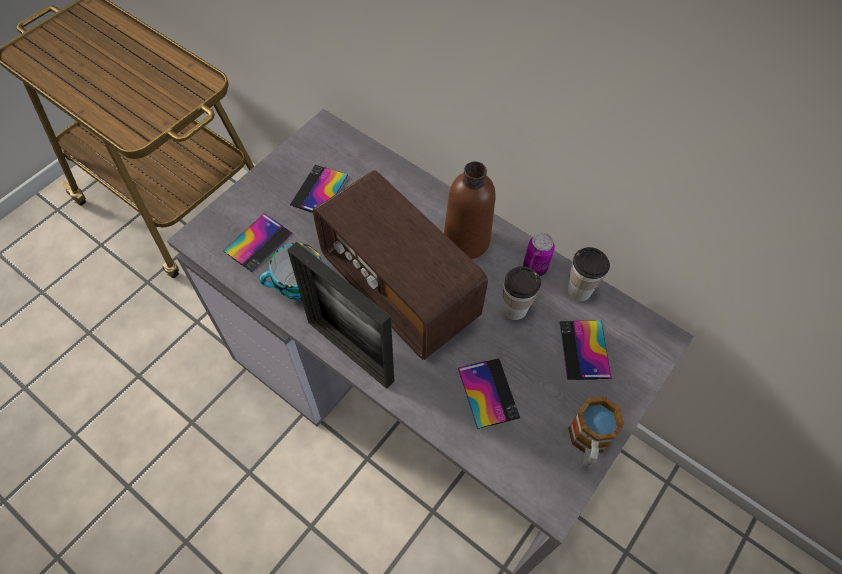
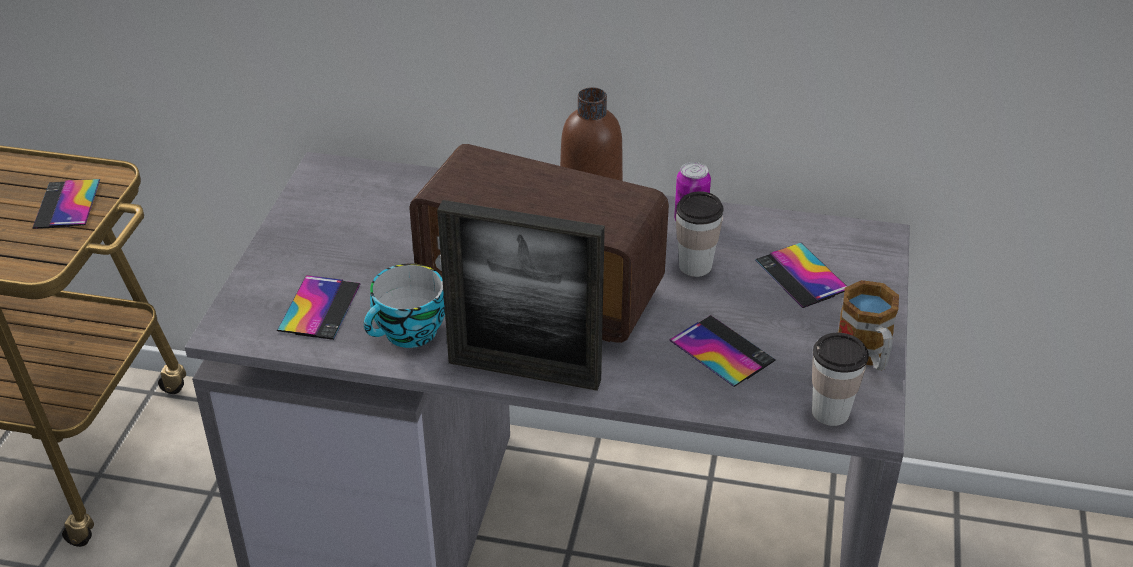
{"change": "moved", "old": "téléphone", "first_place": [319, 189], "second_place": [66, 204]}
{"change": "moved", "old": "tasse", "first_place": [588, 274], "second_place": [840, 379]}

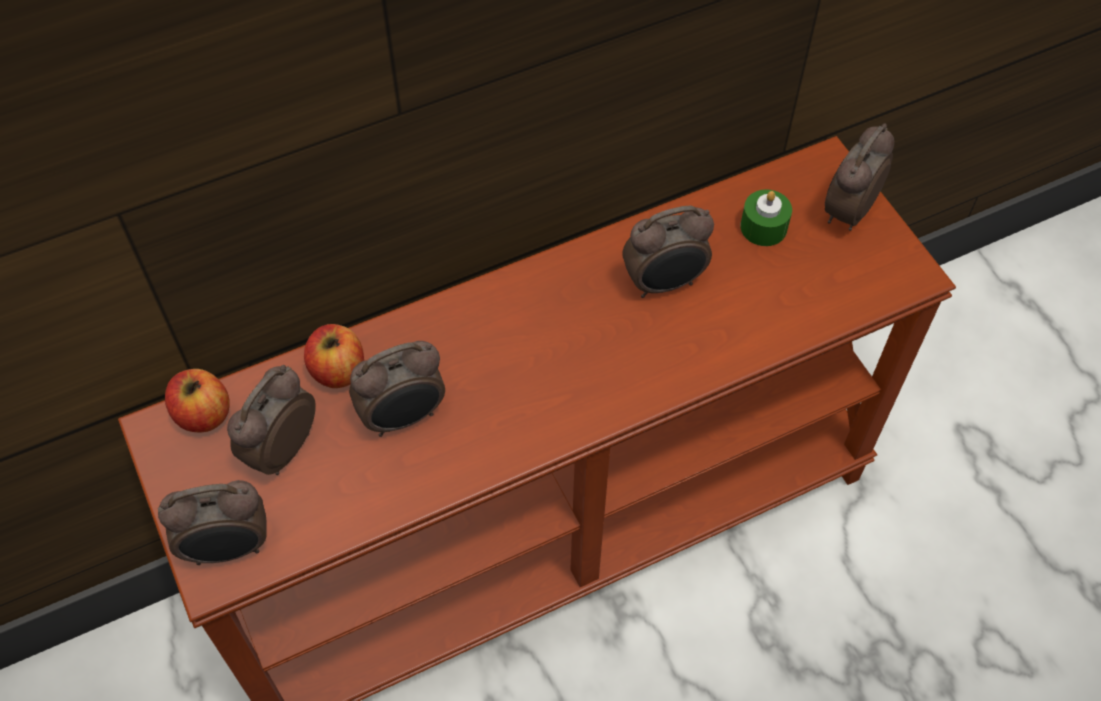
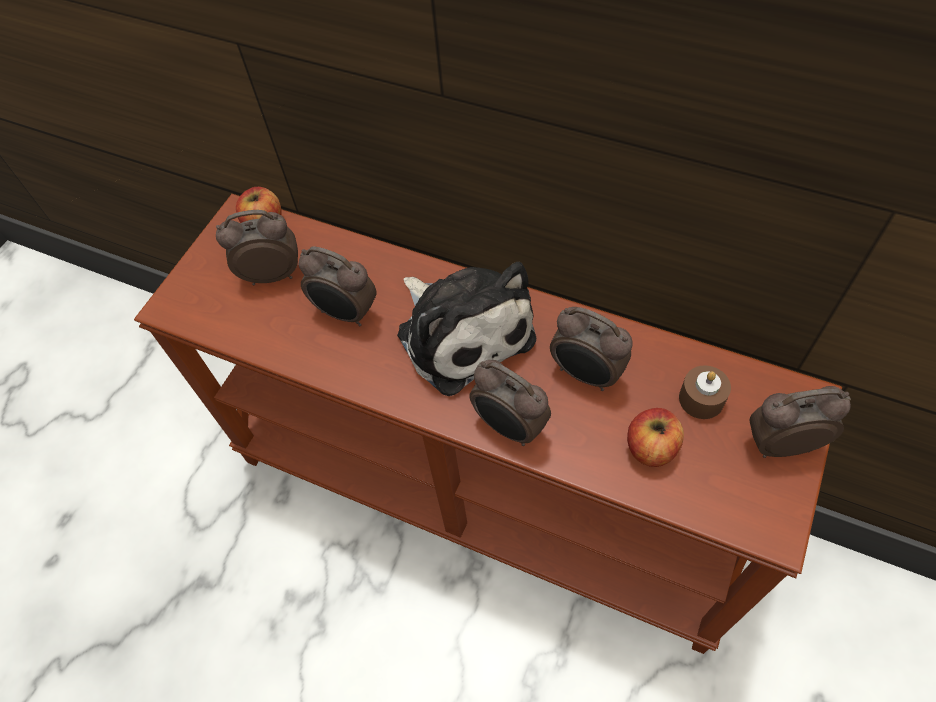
{"change": "moved", "old": "réveil", "first_place": [212, 522], "second_place": [510, 403]}
{"change": "moved", "old": "pomme", "first_place": [334, 356], "second_place": [655, 437]}
{"change": "recoloured", "old": "bougie [vert]", "new": "bougie [marron]", "first_place": [766, 217], "second_place": [705, 392]}
{"change": "added", "new": "peluche", "second_place": [466, 329]}

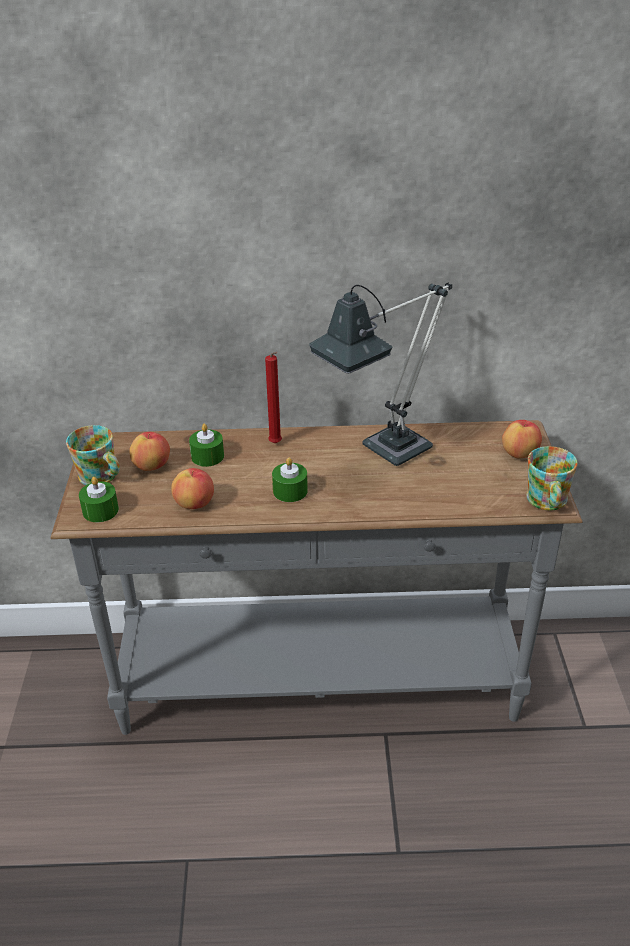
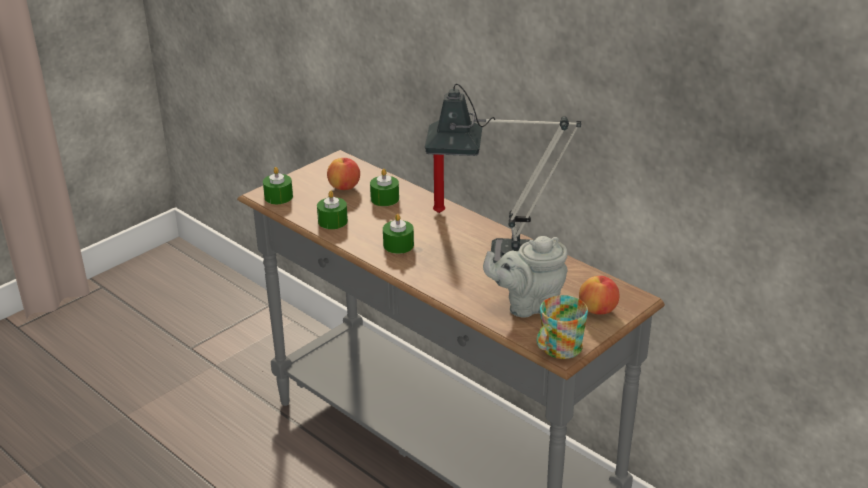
{"change": "removed", "old": "mug", "first_place": [93, 455]}
{"change": "replaced", "old": "pomme", "new": "bougie [vert]", "first_place": [192, 488], "second_place": [332, 210]}
{"change": "added", "new": "théière [gris]", "second_place": [525, 277]}

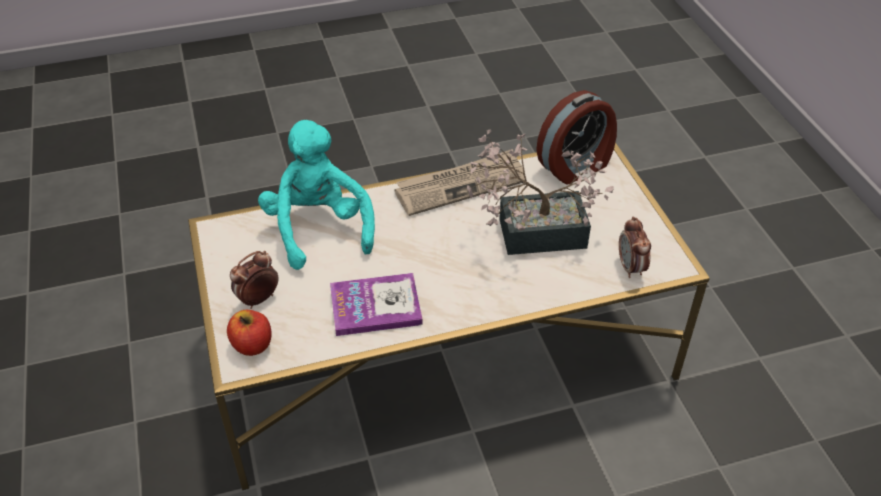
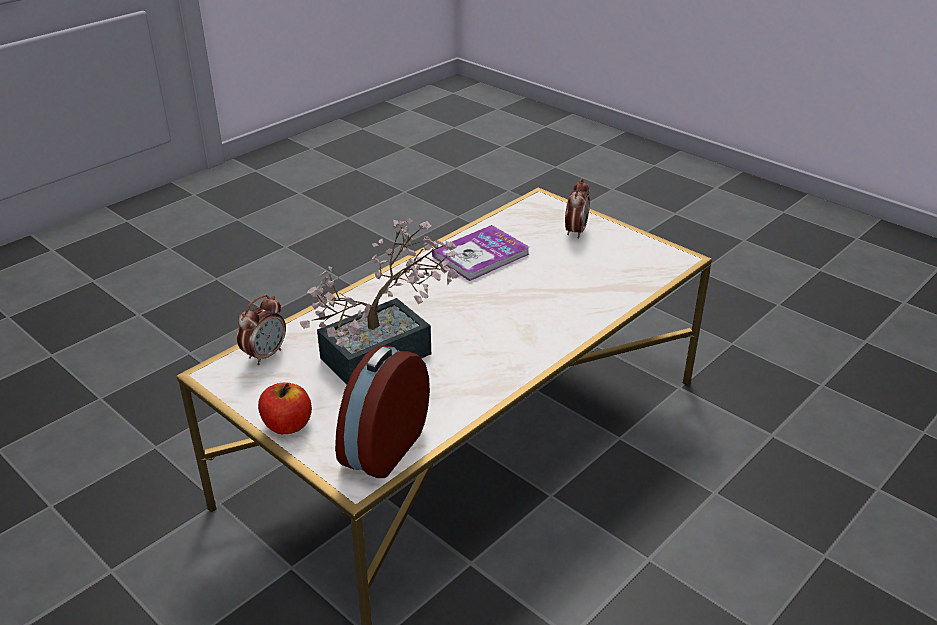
{"change": "moved", "old": "pomme", "first_place": [249, 333], "second_place": [285, 408]}
{"change": "removed", "old": "peluche [turquoise]", "first_place": [316, 195]}
{"change": "removed", "old": "journal", "first_place": [460, 182]}
{"change": "turned", "old": "réveil", "first_place": [635, 247], "second_place": [261, 330], "degrees": 75}

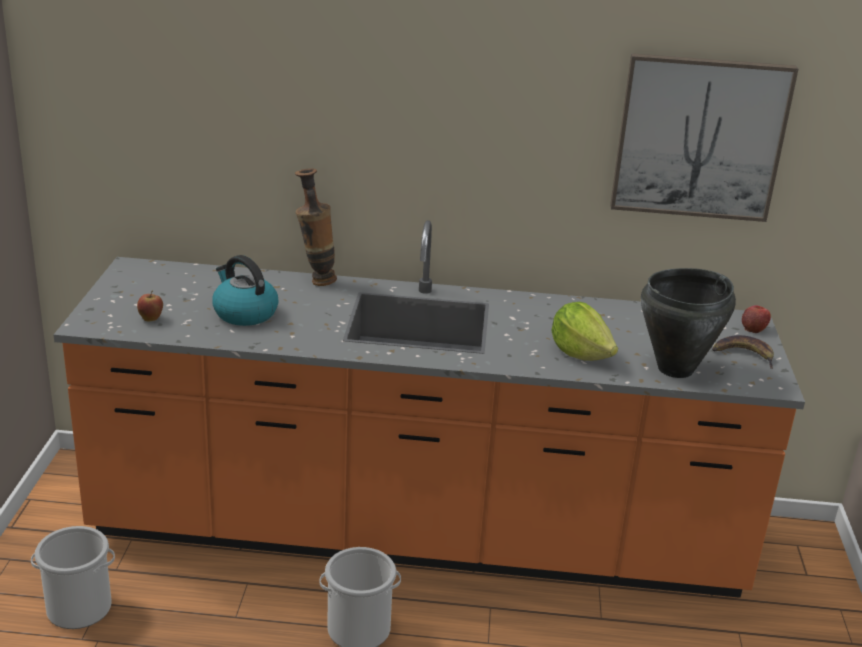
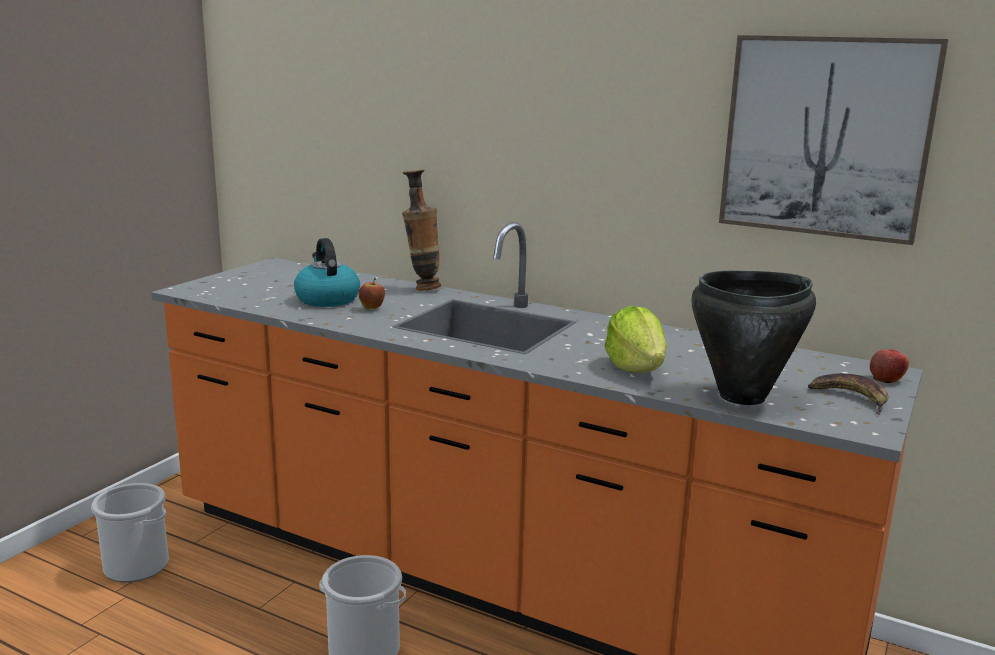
{"change": "moved", "old": "pomme", "first_place": [150, 305], "second_place": [372, 294]}

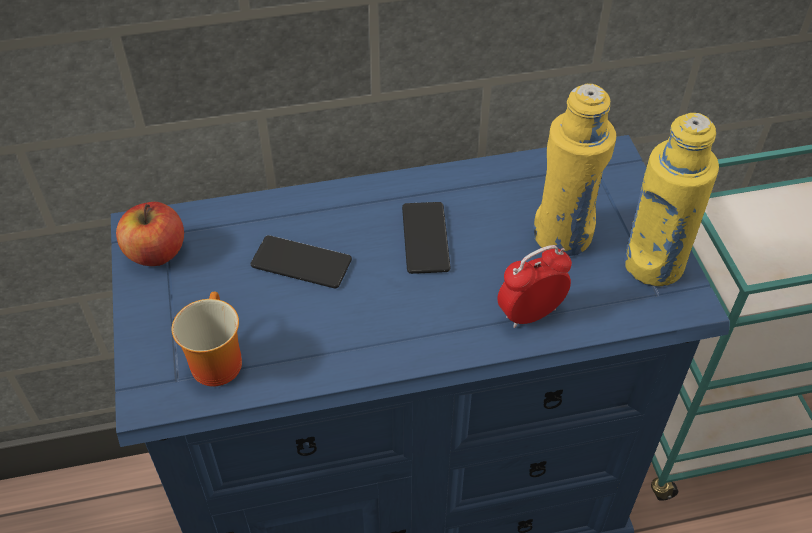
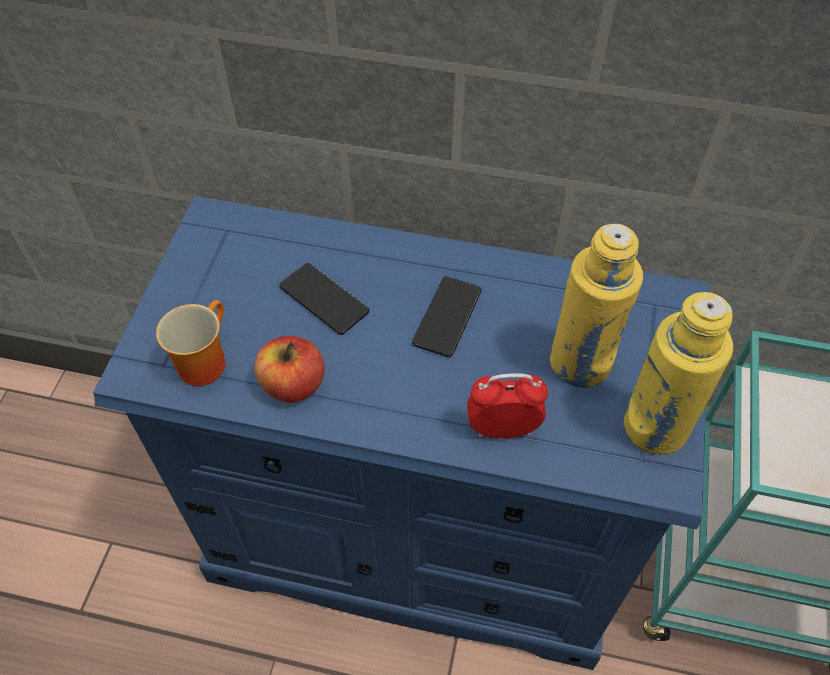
{"change": "moved", "old": "pomme", "first_place": [150, 234], "second_place": [289, 369]}

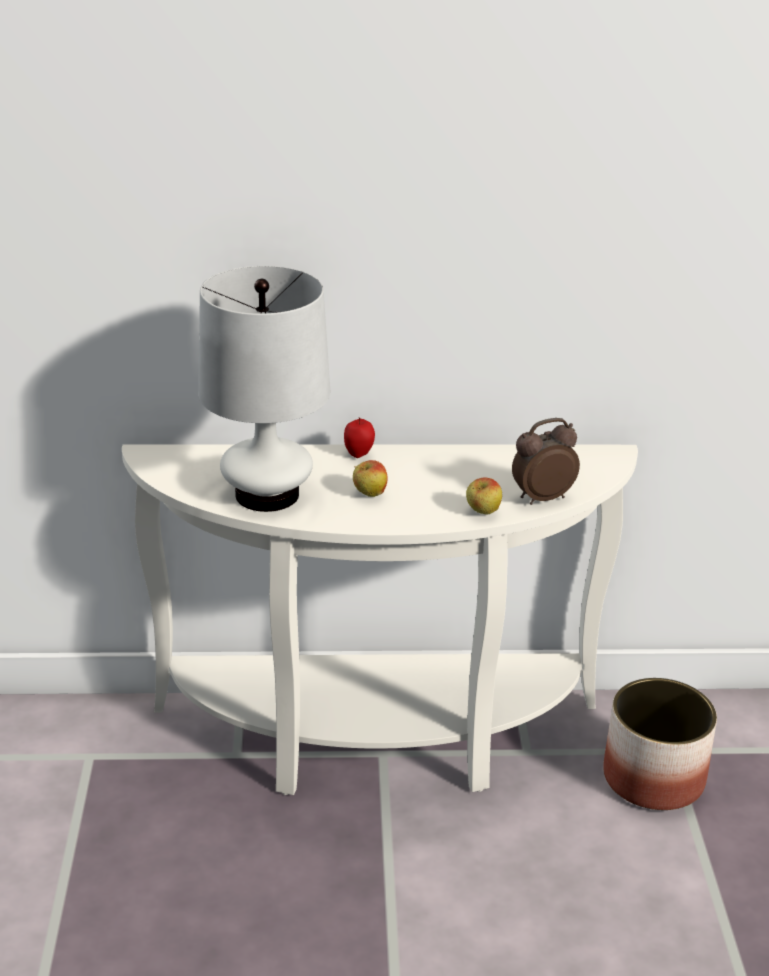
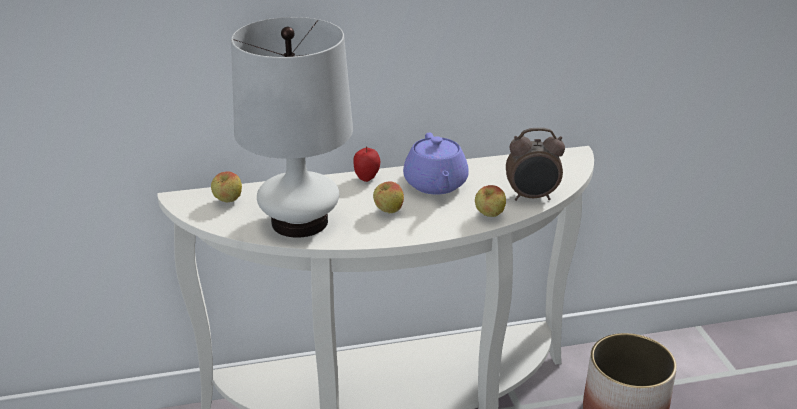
{"change": "turned", "old": "réveil", "first_place": [546, 461], "second_place": [535, 164], "degrees": -150}
{"change": "added", "new": "pomme", "second_place": [226, 187]}
{"change": "added", "new": "théière [violet]", "second_place": [436, 164]}

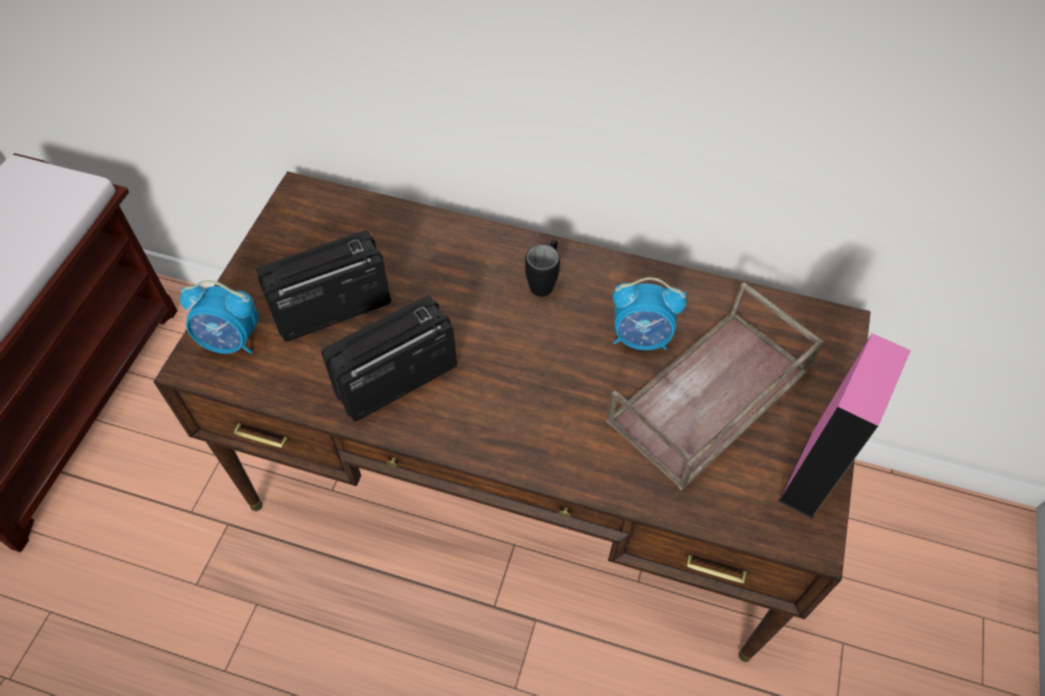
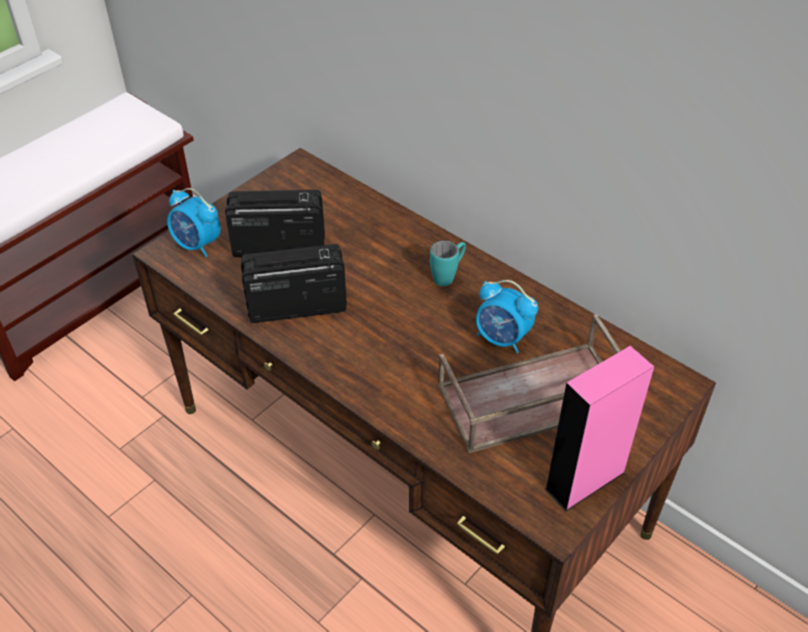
{"change": "recoloured", "old": "mug [noir]", "new": "mug [turquoise]", "first_place": [542, 268], "second_place": [448, 263]}

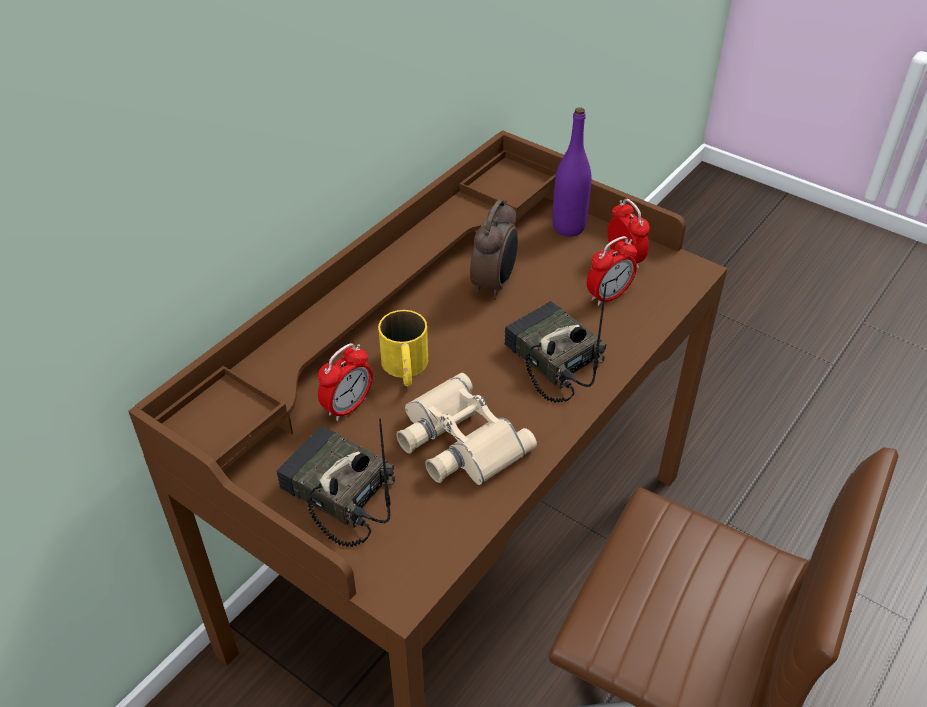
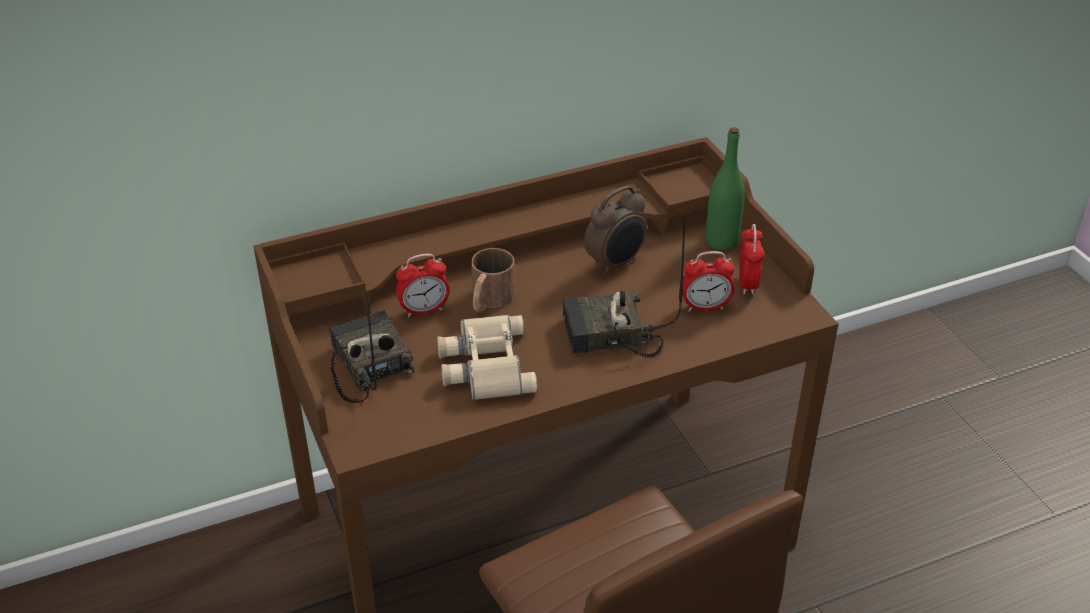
{"change": "recoloured", "old": "mug [jaune]", "new": "mug [marron]", "first_place": [403, 348], "second_place": [493, 280]}
{"change": "turned", "old": "radio", "first_place": [556, 342], "second_place": [624, 289], "degrees": -90}
{"change": "recoloured", "old": "bouteille [violet]", "new": "bouteille [vert]", "first_place": [571, 171], "second_place": [725, 188]}

